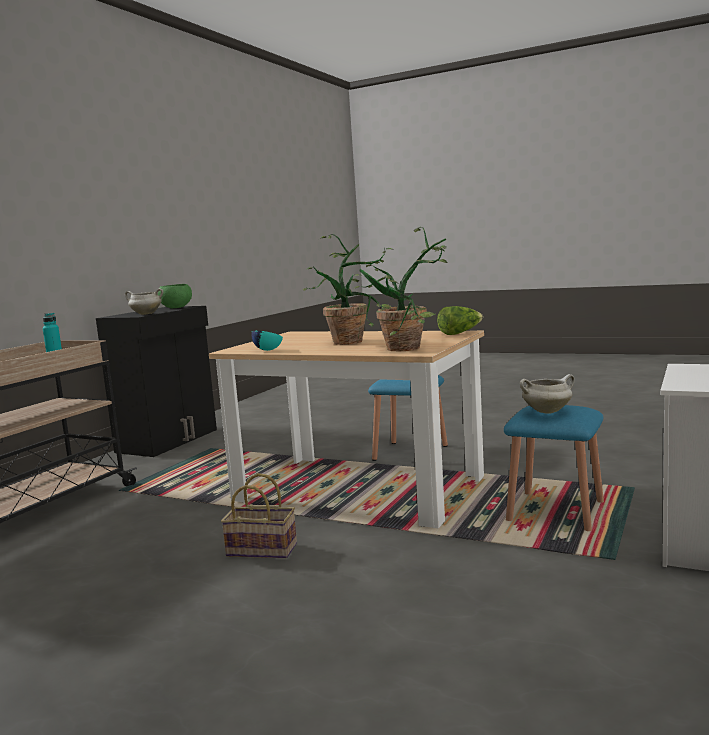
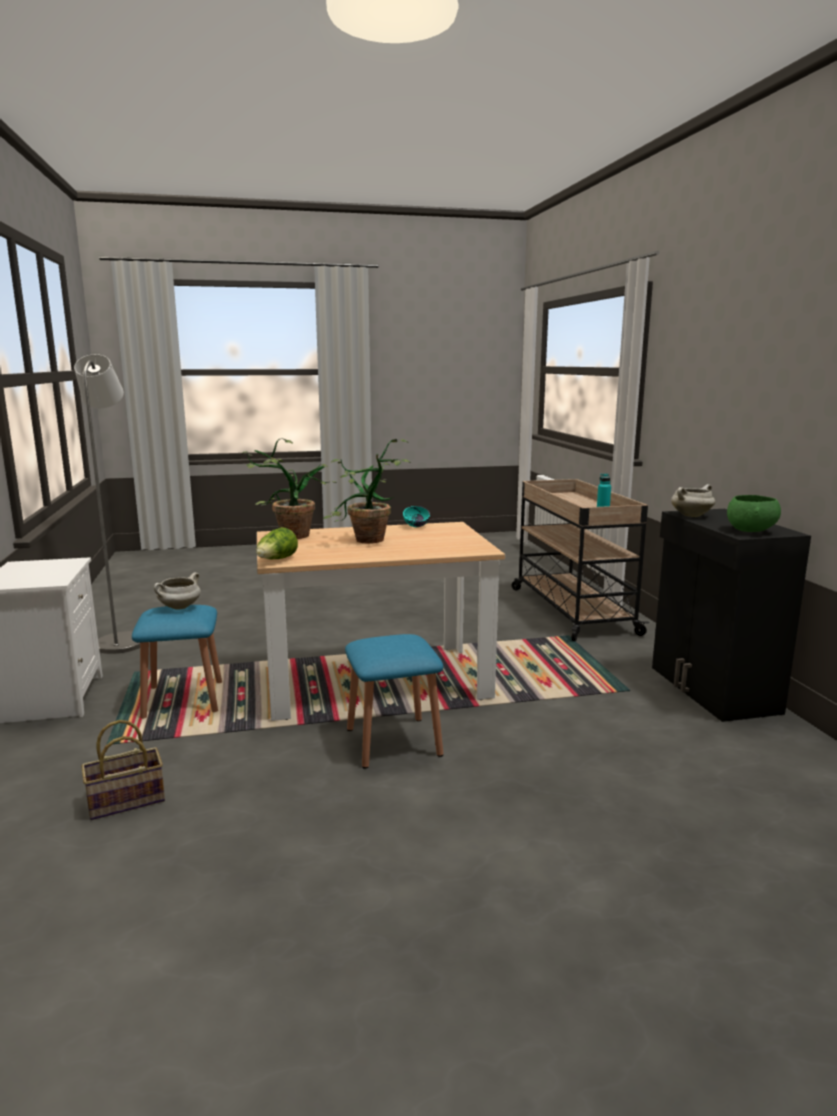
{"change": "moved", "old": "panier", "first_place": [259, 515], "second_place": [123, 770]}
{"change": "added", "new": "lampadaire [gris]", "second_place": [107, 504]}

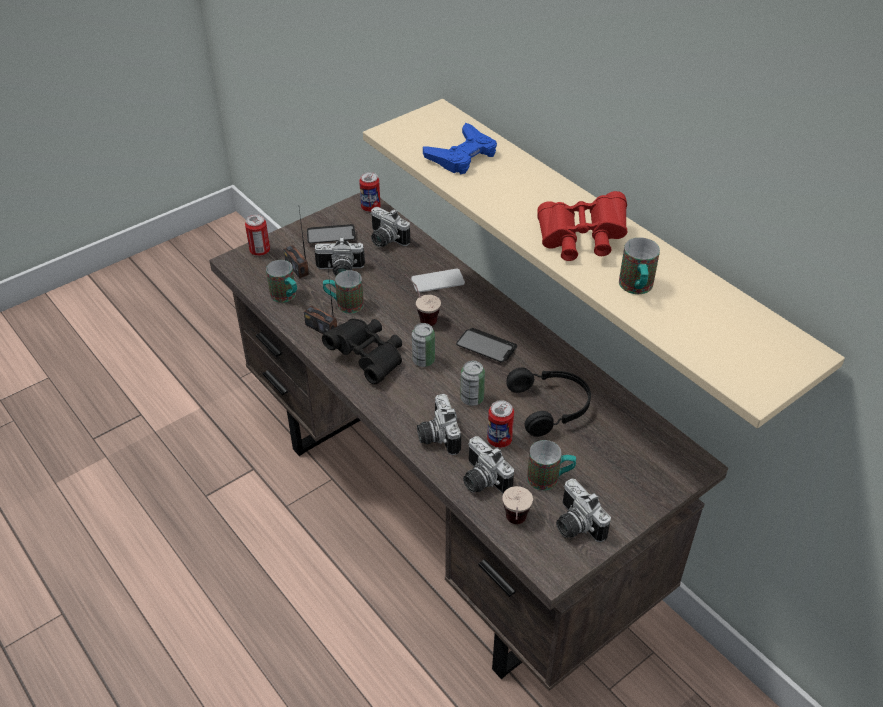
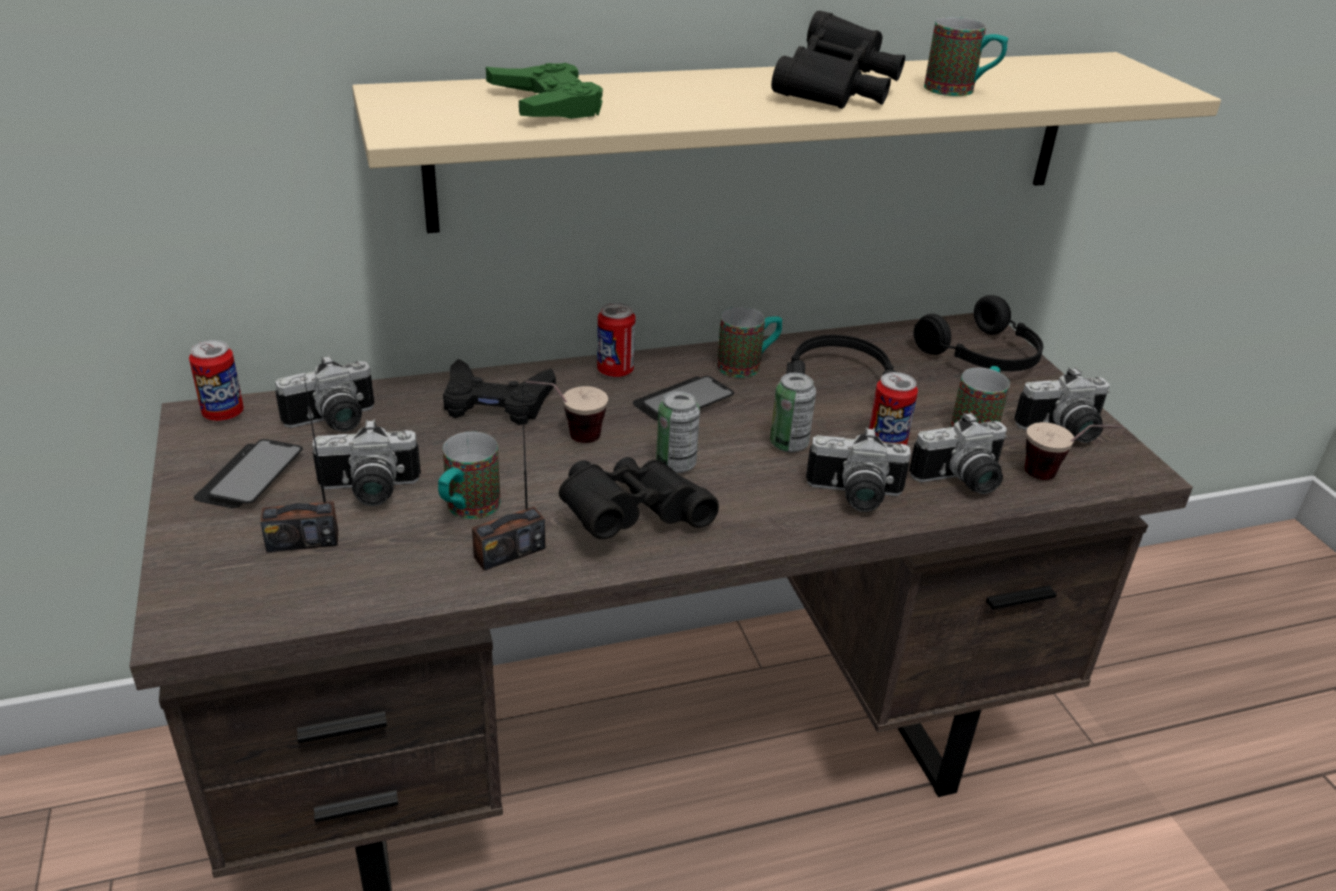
{"change": "moved", "old": "boîte métallique", "first_place": [257, 235], "second_place": [616, 340]}
{"change": "moved", "old": "mug", "first_place": [281, 281], "second_place": [749, 342]}
{"change": "turned", "old": "appareil photo", "first_place": [340, 256], "second_place": [366, 462], "degrees": 60}
{"change": "replaced", "old": "téléphone", "new": "manette [noir]", "first_place": [438, 281], "second_place": [499, 392]}
{"change": "recoloured", "old": "manette [bleu]", "new": "manette [vert]", "first_place": [460, 148], "second_place": [544, 91]}
{"change": "recoloured", "old": "jumelles [rouge]", "new": "jumelles [noir]", "first_place": [582, 226], "second_place": [838, 60]}
{"change": "added", "new": "casque audio [noir]", "second_place": [978, 333]}

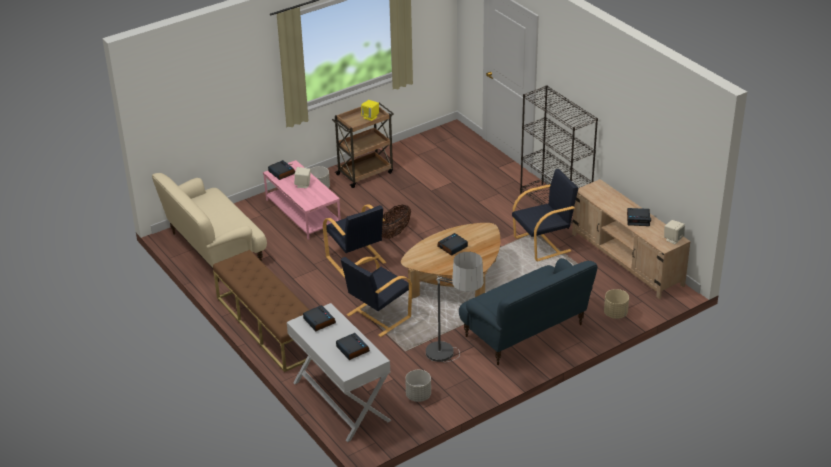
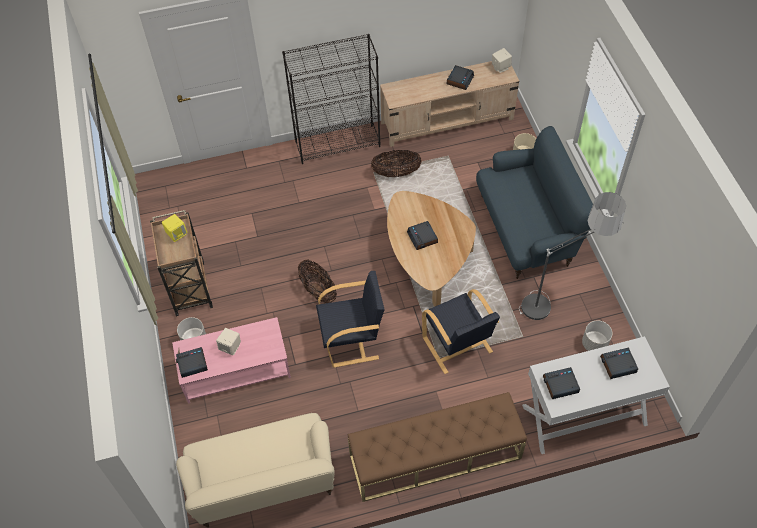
{"change": "replaced", "old": "fauteuil [noir]", "new": "panier", "first_place": [545, 215], "second_place": [396, 163]}

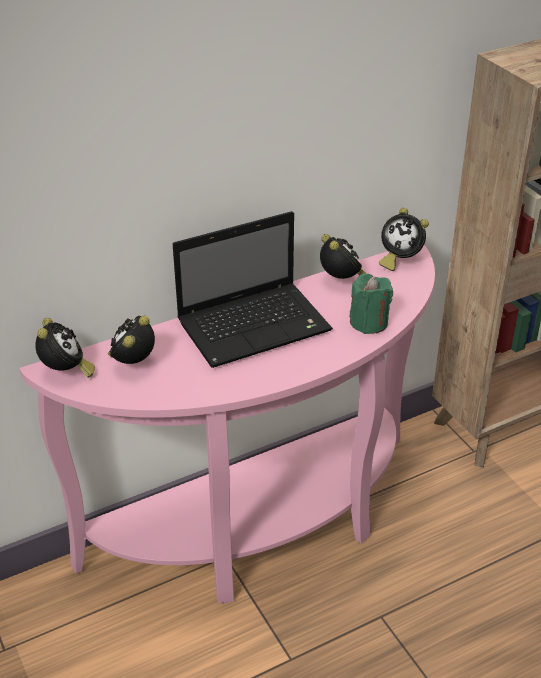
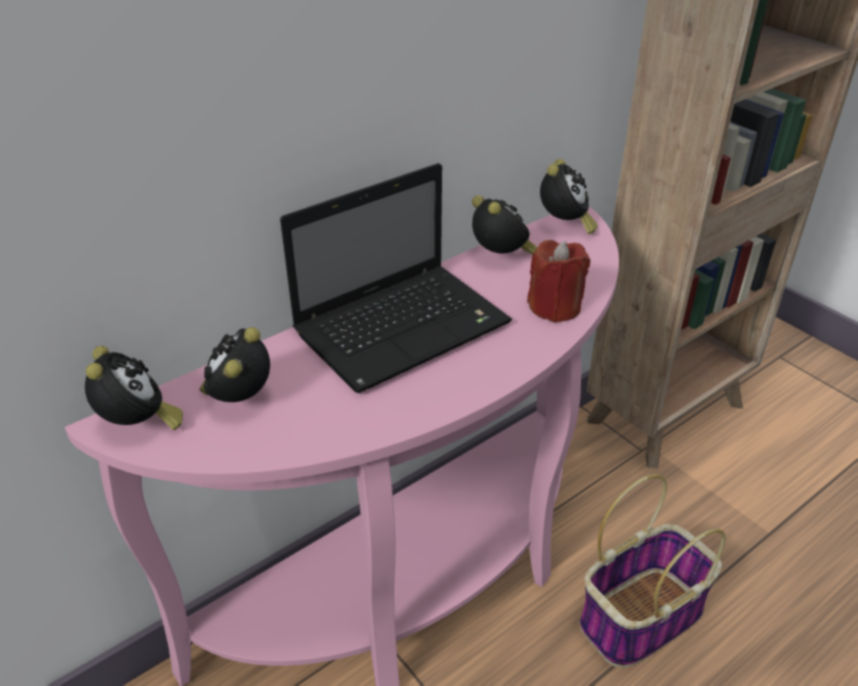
{"change": "recoloured", "old": "bougie [vert]", "new": "bougie [rouge]", "first_place": [371, 304], "second_place": [558, 281]}
{"change": "turned", "old": "réveil", "first_place": [404, 239], "second_place": [569, 196], "degrees": -90}
{"change": "added", "new": "panier", "second_place": [652, 571]}

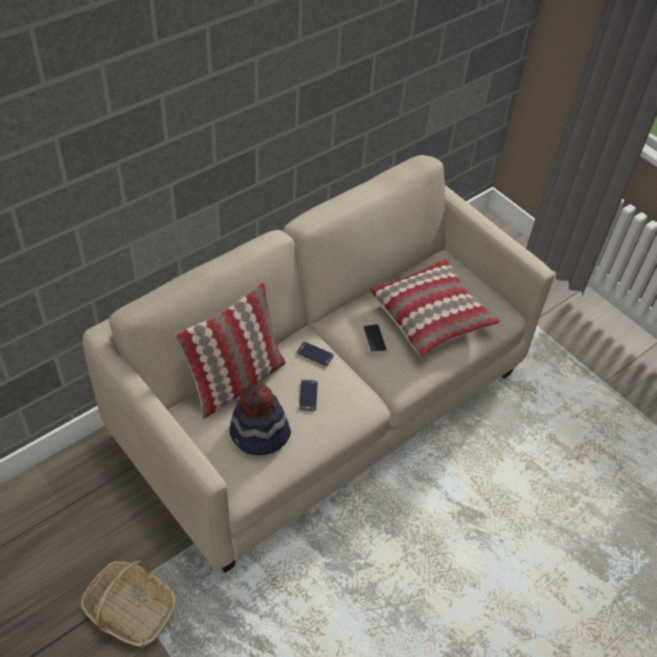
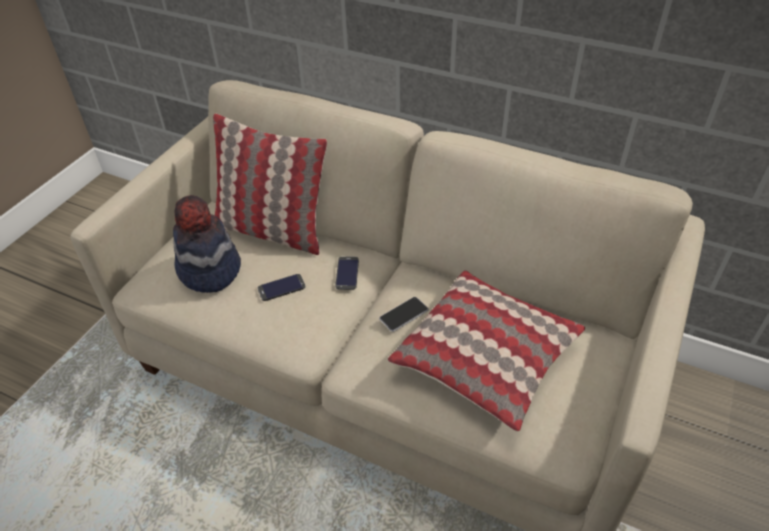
{"change": "removed", "old": "panier", "first_place": [129, 603]}

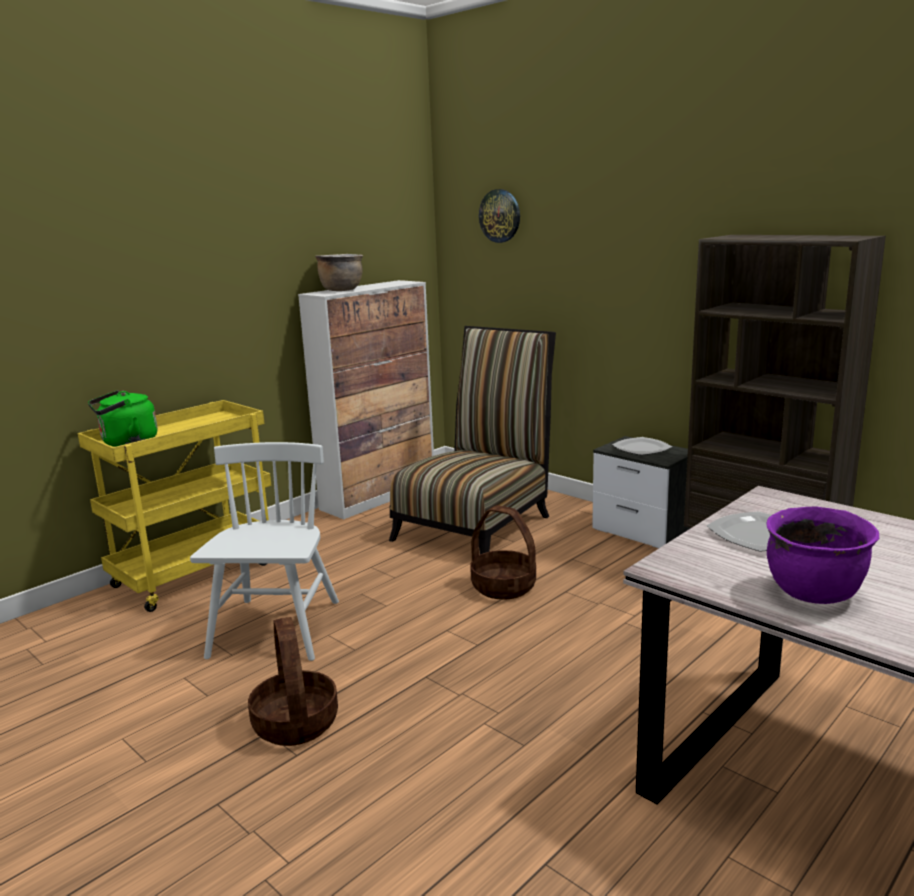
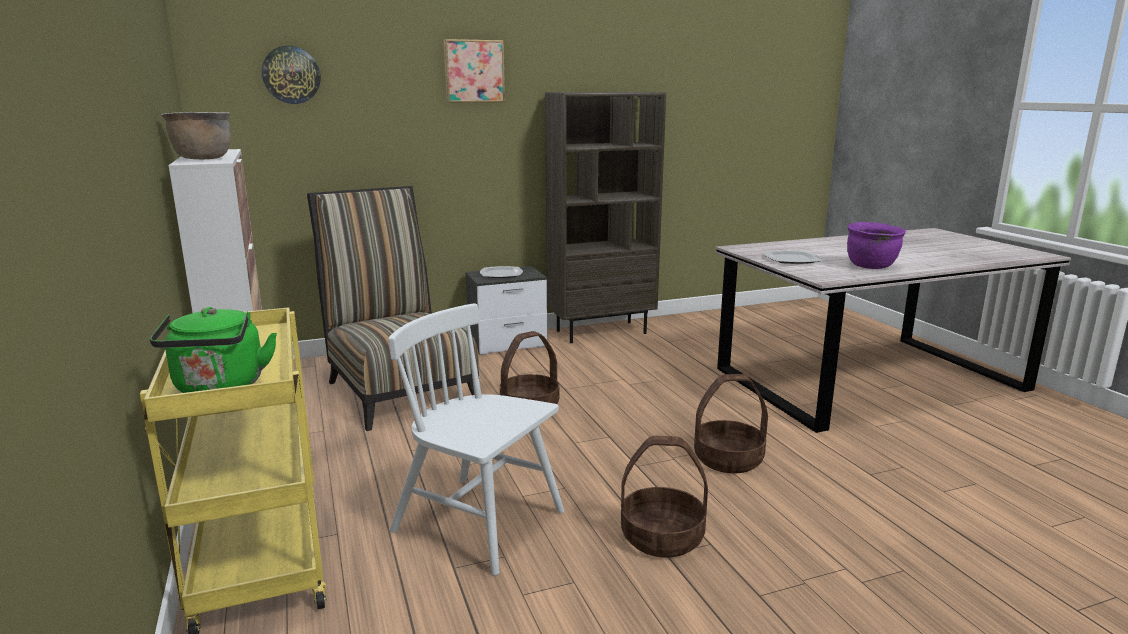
{"change": "added", "new": "tableau", "second_place": [474, 71]}
{"change": "added", "new": "panier", "second_place": [731, 423]}

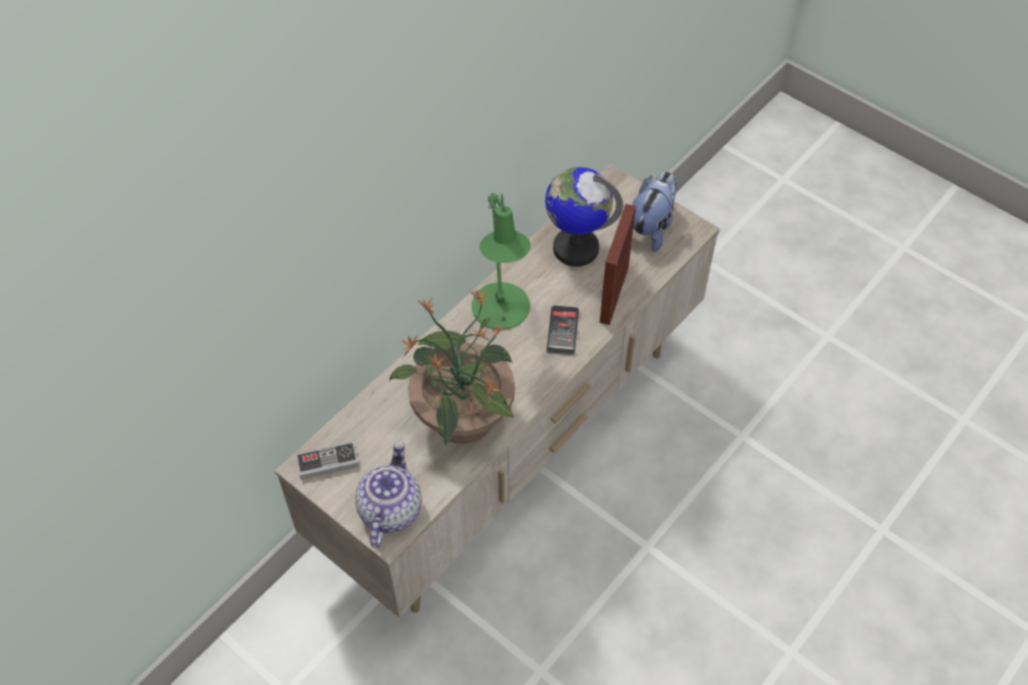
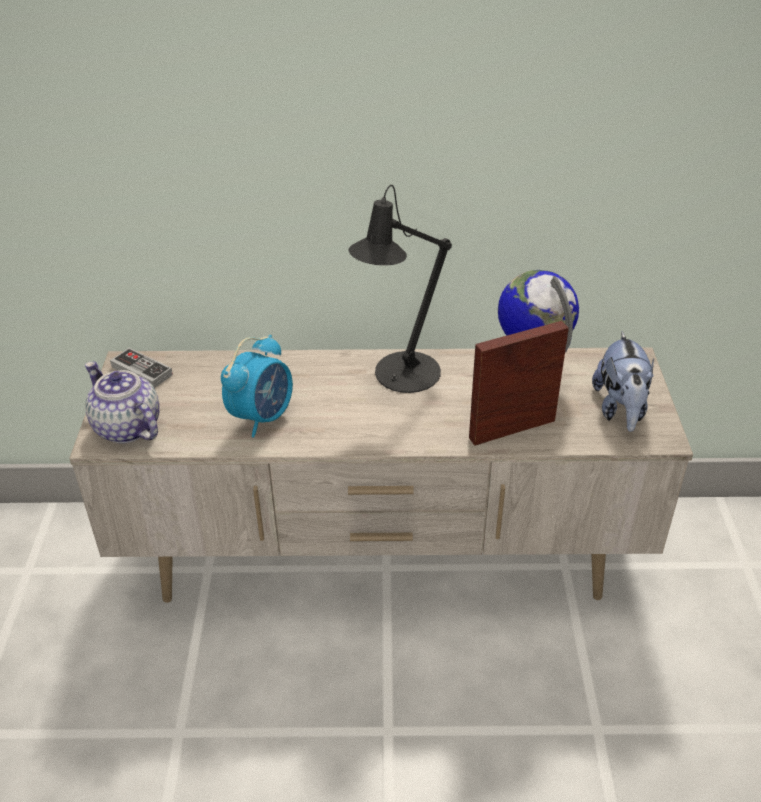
{"change": "turned", "old": "théière", "first_place": [388, 494], "second_place": [122, 402], "degrees": -105}
{"change": "replaced", "old": "plante en pot", "new": "réveil", "first_place": [452, 367], "second_place": [257, 386]}
{"change": "recoloured", "old": "lampe de table [vert]", "new": "lampe de table [noir]", "first_place": [501, 261], "second_place": [400, 289]}
{"change": "removed", "old": "téléphone", "first_place": [562, 331]}
{"change": "turned", "old": "peluche", "first_place": [654, 212], "second_place": [623, 382], "degrees": 105}

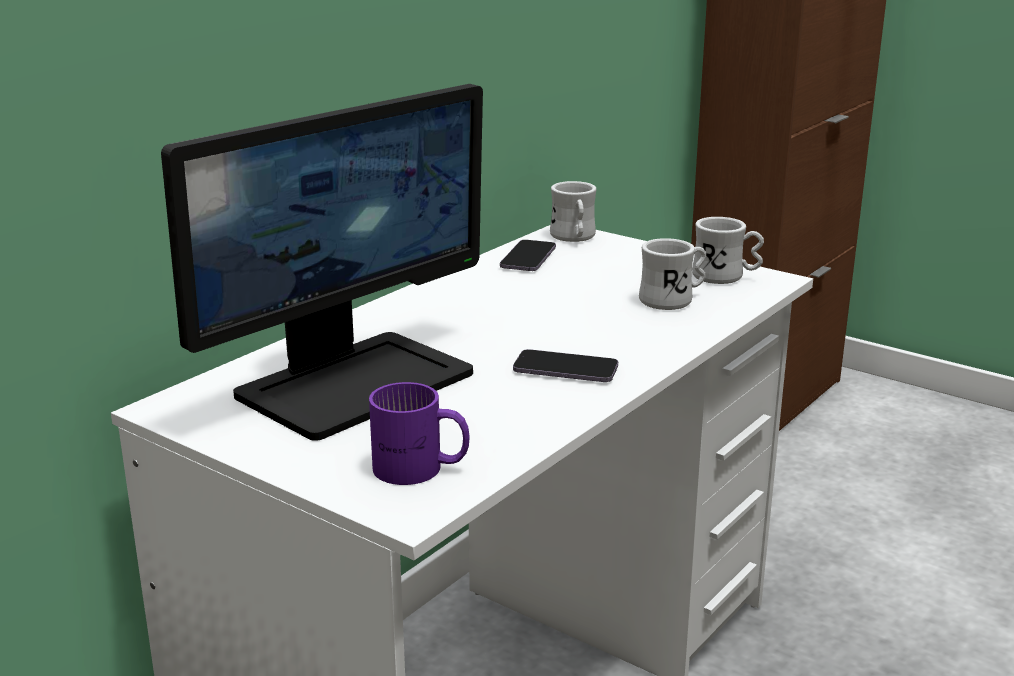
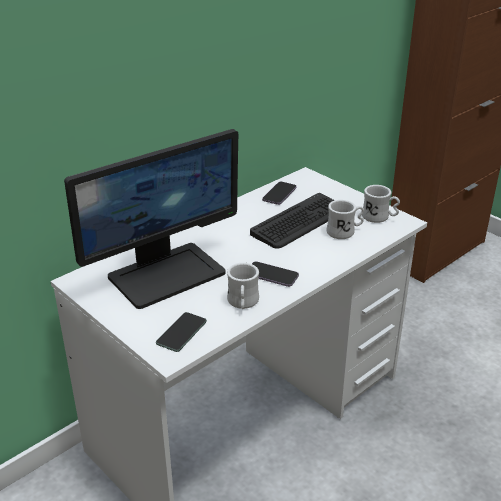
{"change": "replaced", "old": "mug [violet]", "new": "téléphone", "first_place": [419, 433], "second_place": [181, 332]}
{"change": "moved", "old": "mug [blanc]", "first_place": [573, 211], "second_place": [243, 286]}
{"change": "added", "new": "clavier", "second_place": [292, 221]}

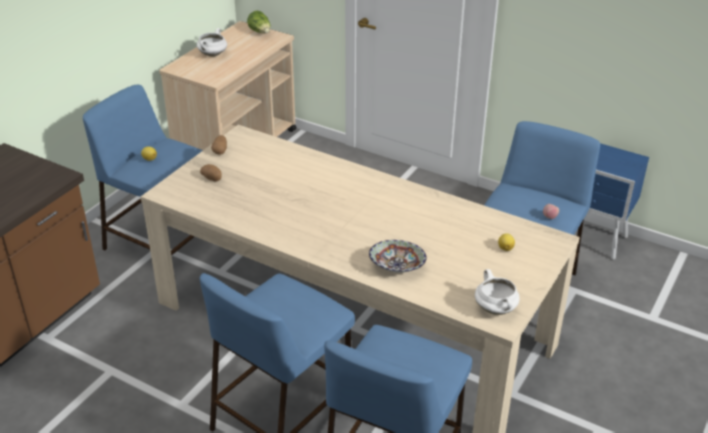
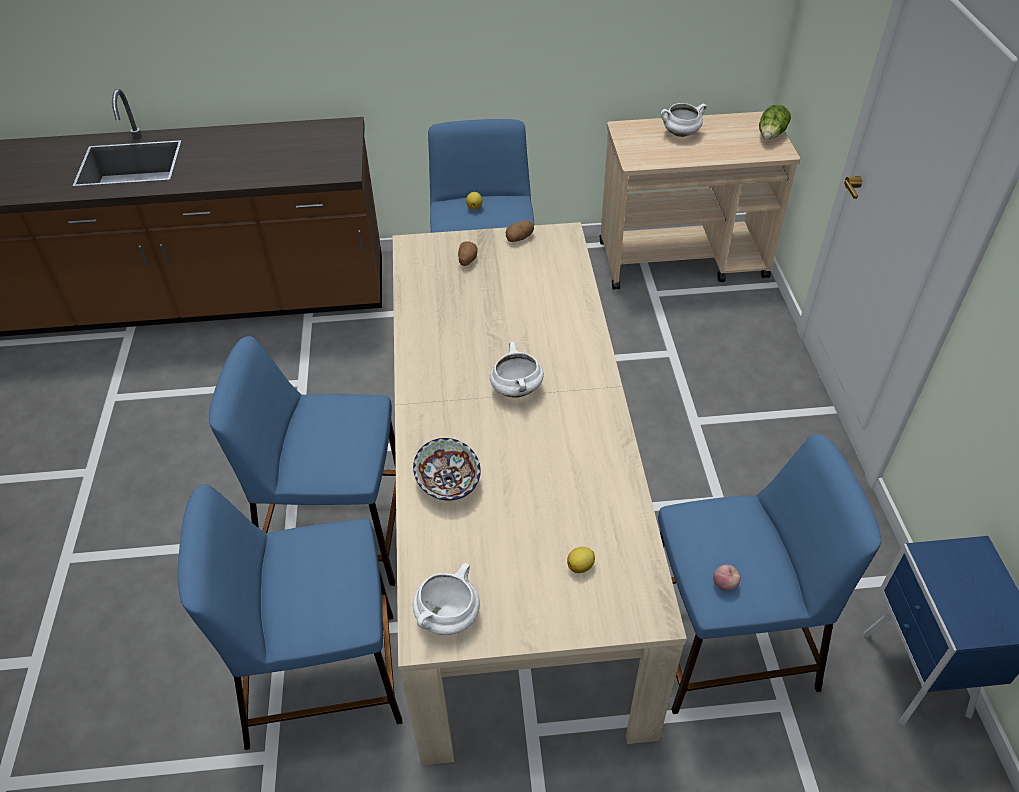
{"change": "added", "new": "marmite [blanc]", "second_place": [517, 370]}

